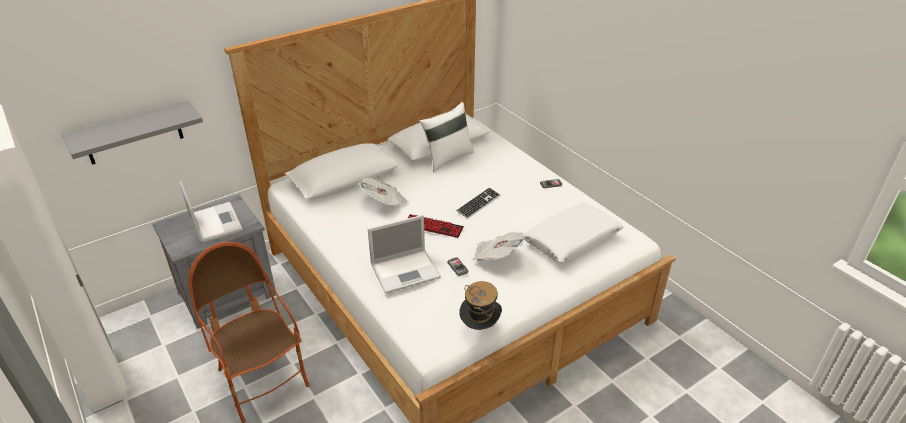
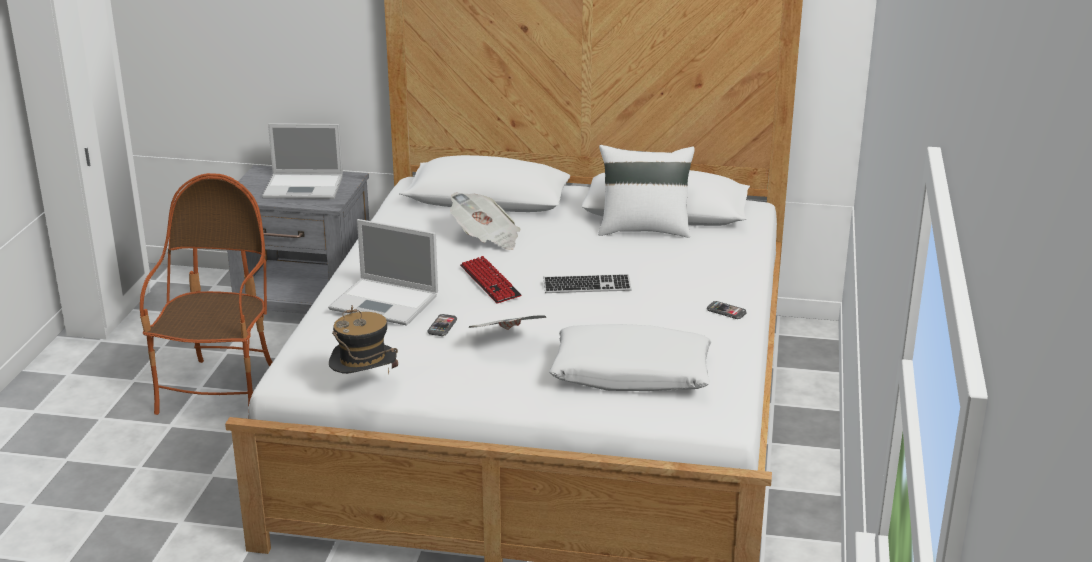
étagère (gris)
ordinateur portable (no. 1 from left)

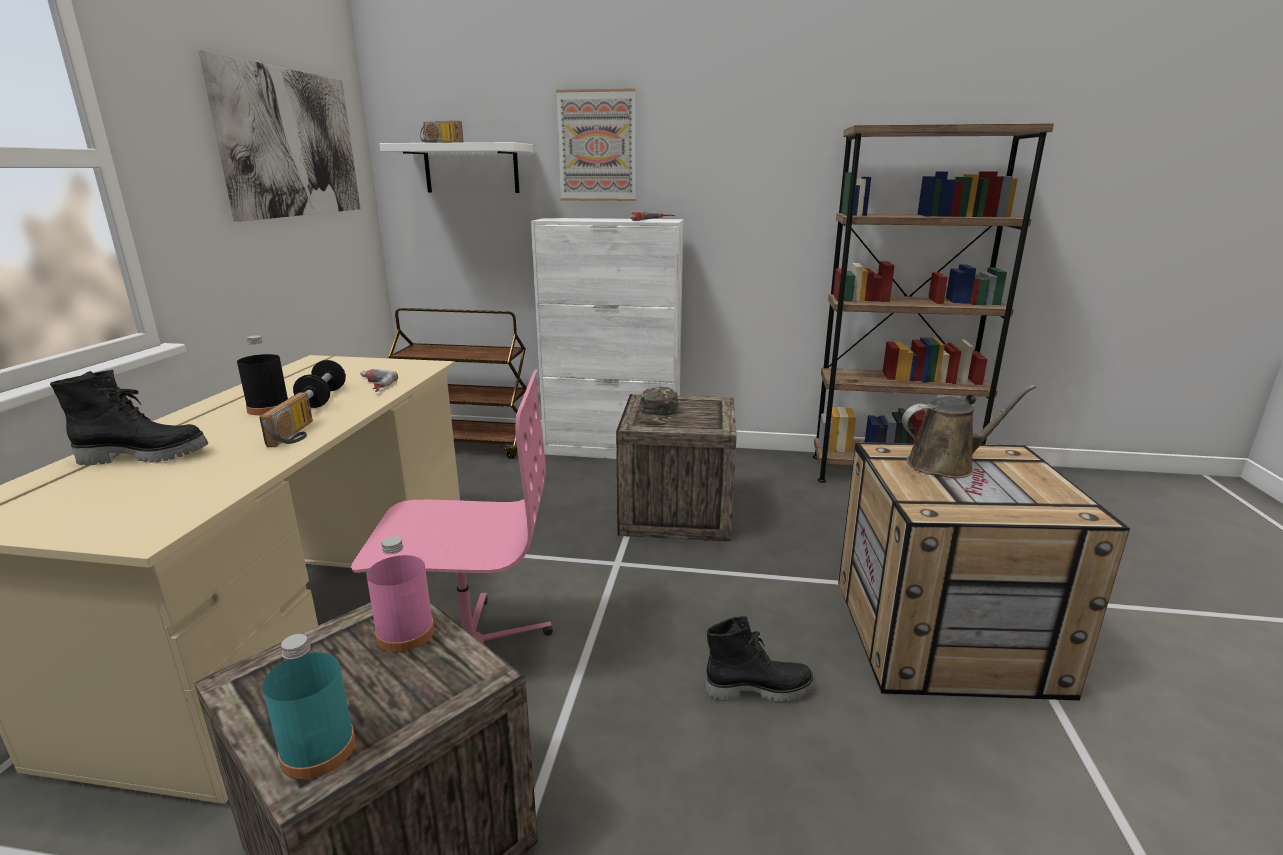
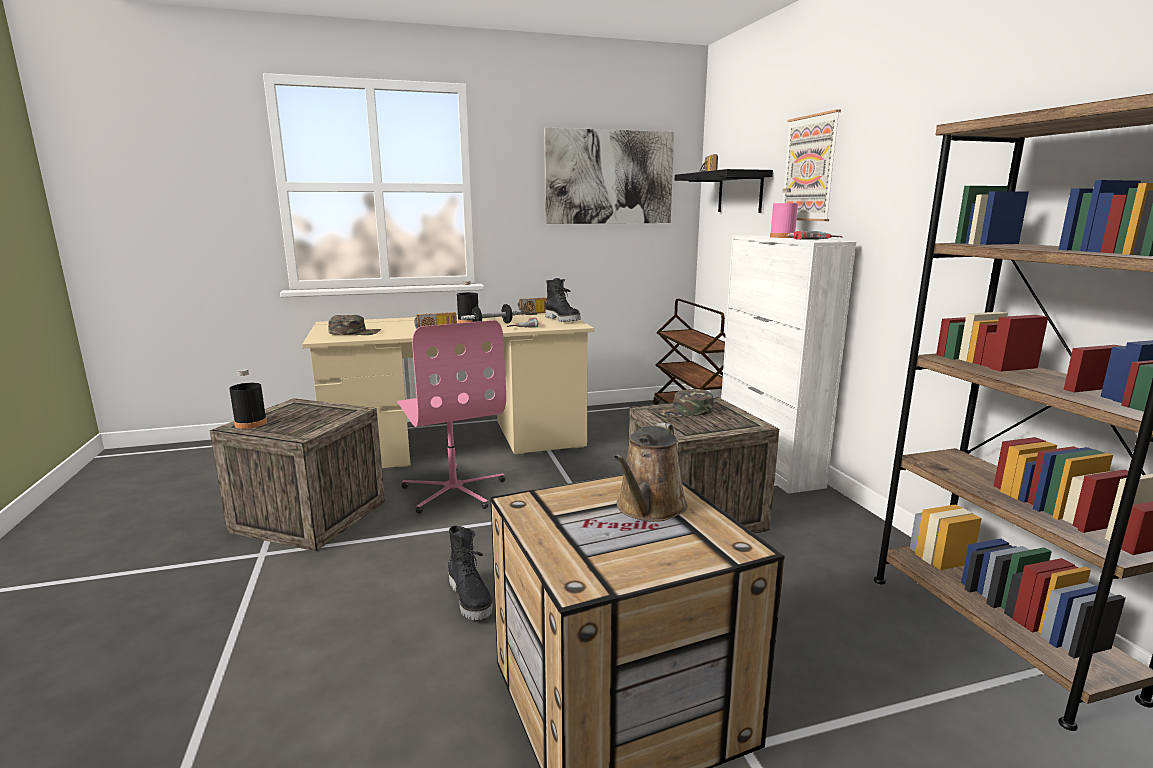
casquette (vert) (no. 1 from left)
radio (no. 2 from left)
botte (noir) (no. 2 from left)
bouteille (rose)
bouteille (noir) (no. 1 from left)
étagère (noir)
arrosoir (marron)

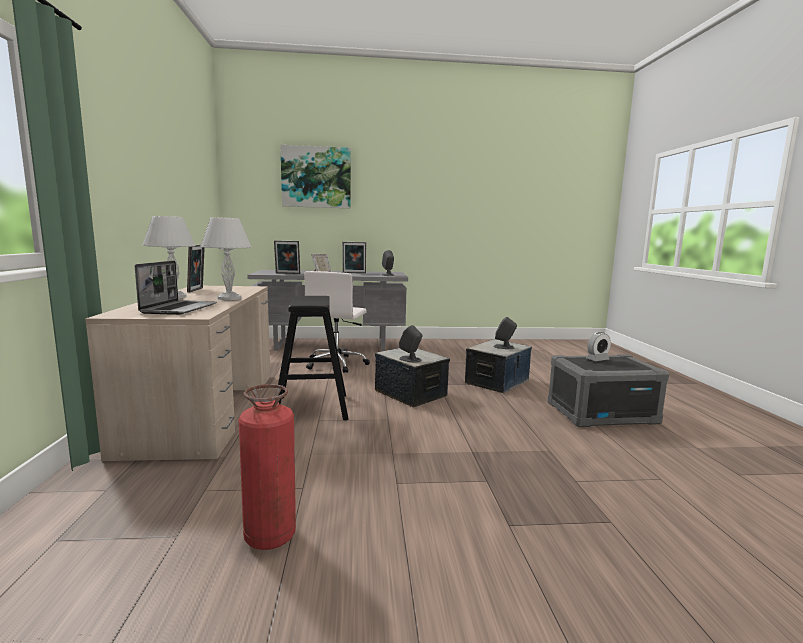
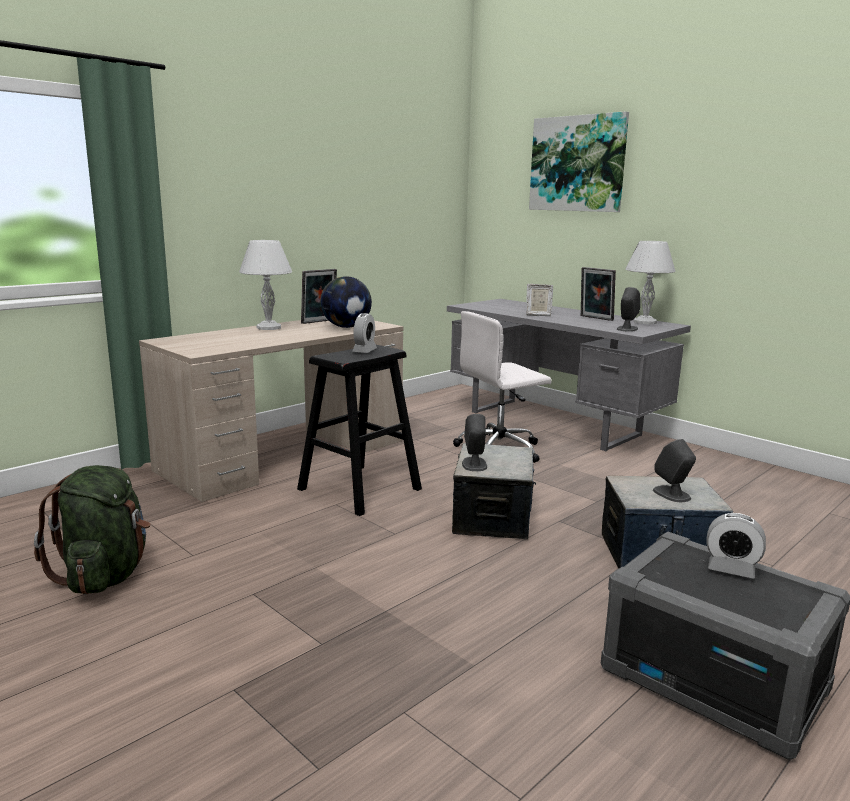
ordinateur portable
cadre photo (no. 2 from left in the first image)
globe
réveil (no. 1 from left)
lampe de table (blanc) (no. 2 from left)
sac à dos (vert)

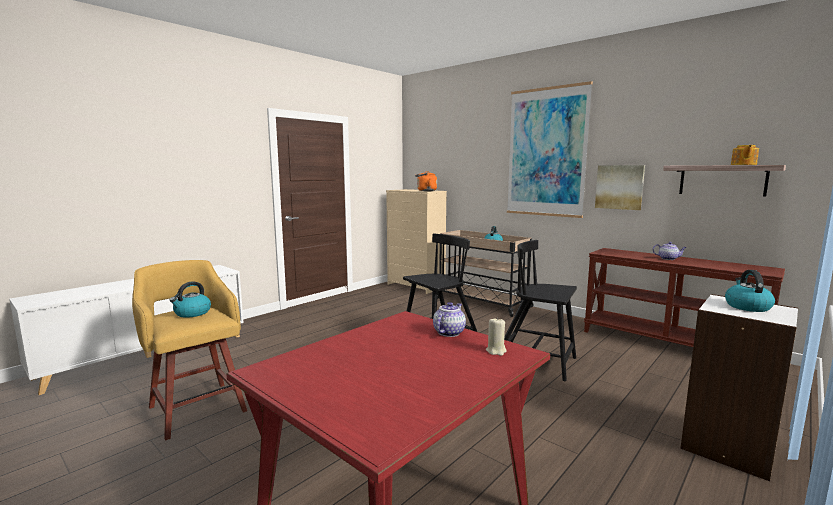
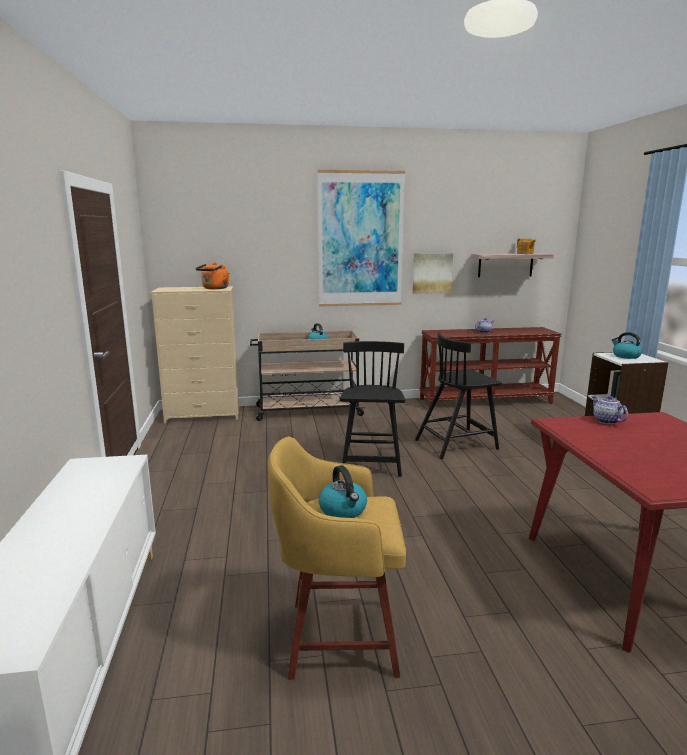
bougie (beige)

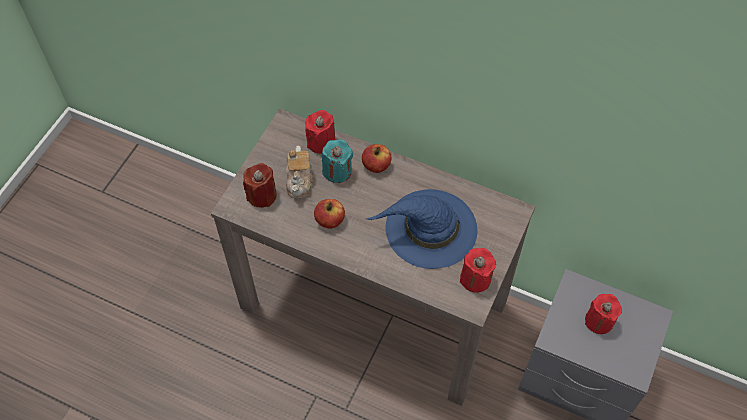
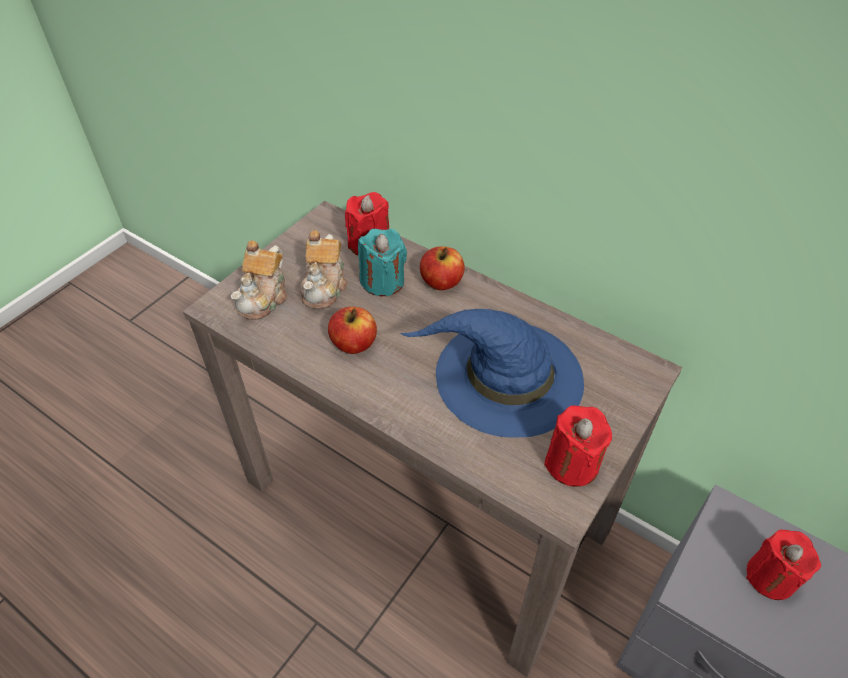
théière (no. 1 from left)

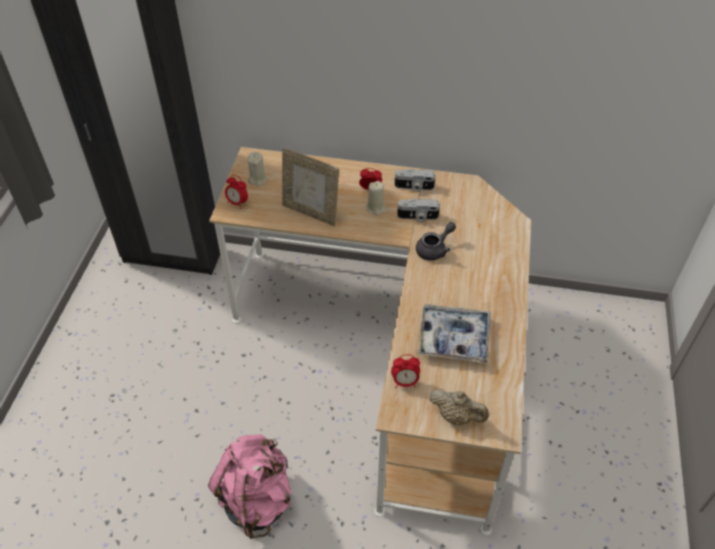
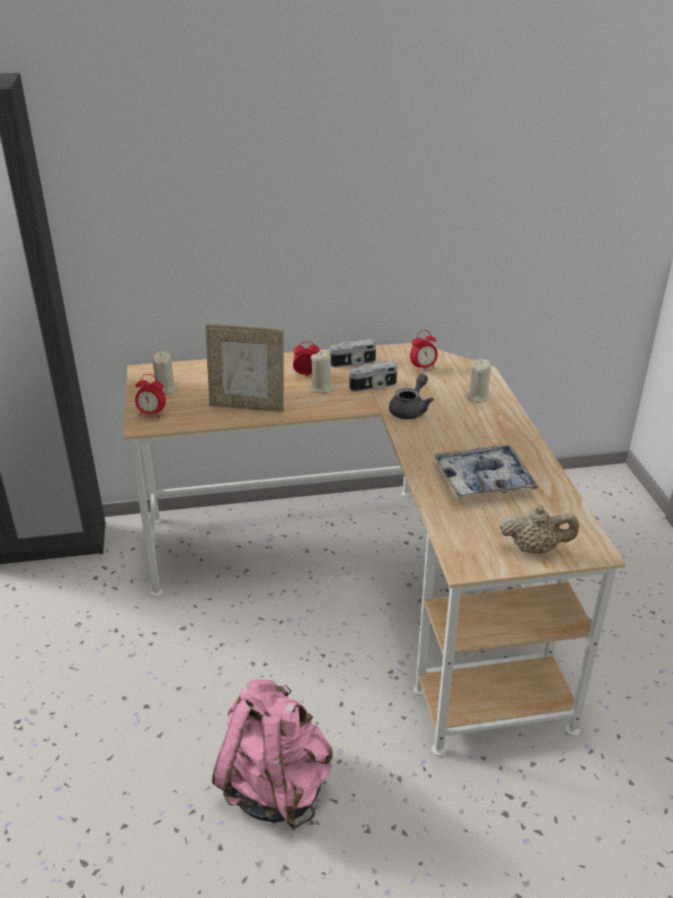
bougie (beige) (no. 3 from left)
réveil (no. 3 from left)

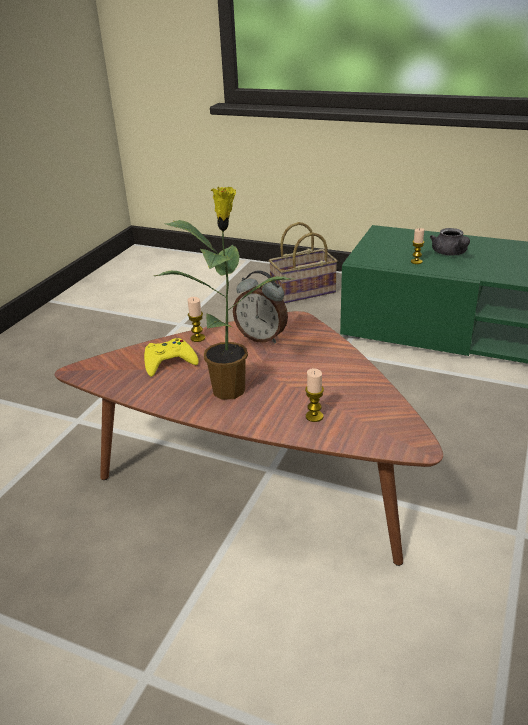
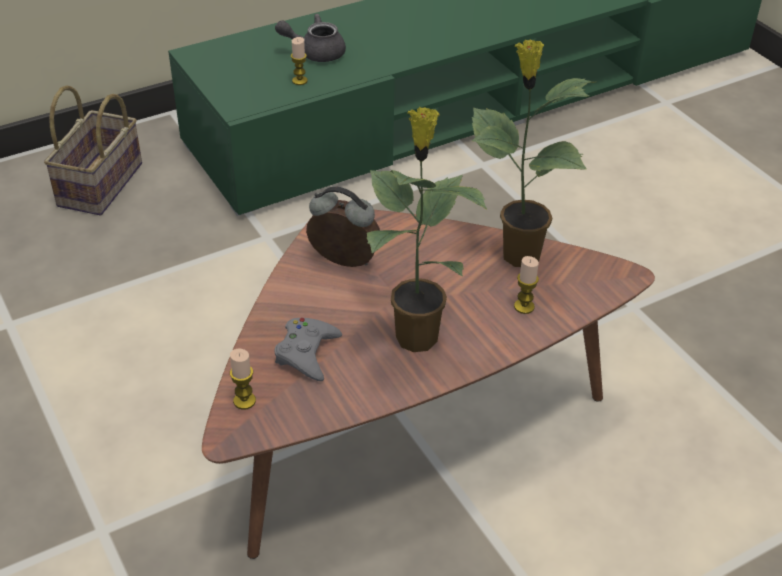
plante en pot (no. 2 from left)
bougie (no. 1 from left)
manette (gris)
réveil
théière (gris)

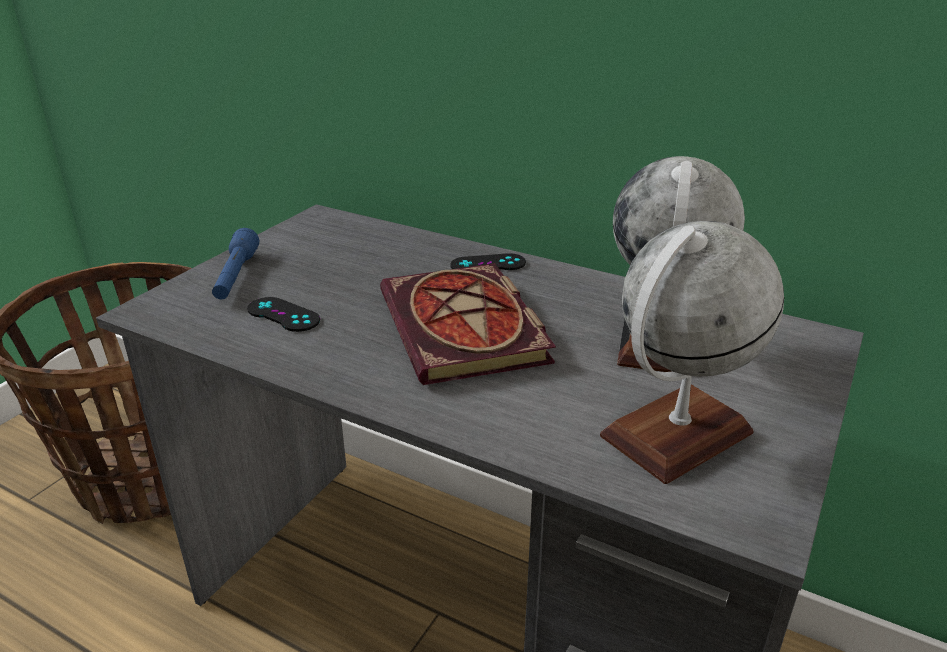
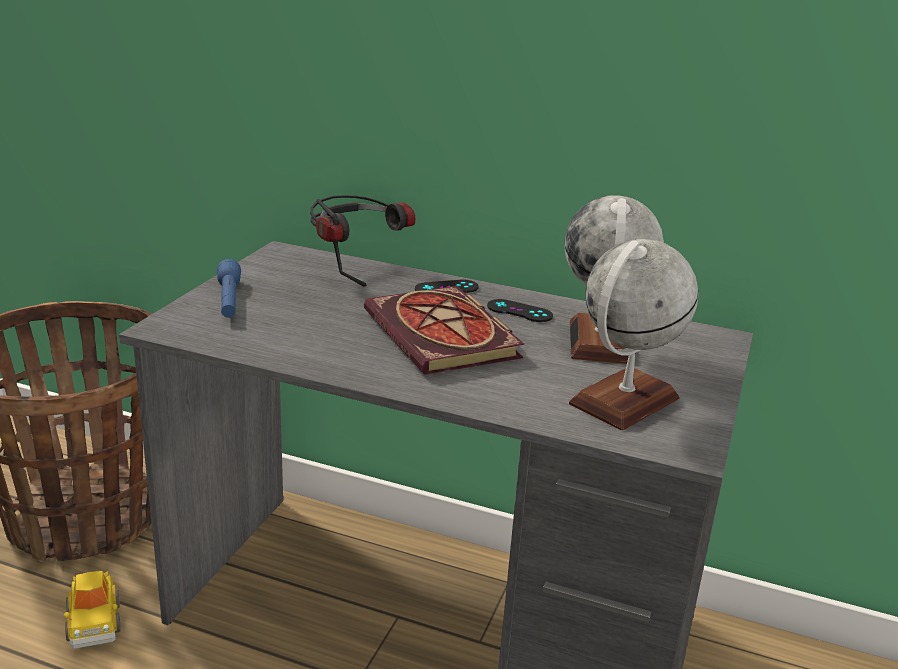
petite voiture
casque audio
manette (noir) (no. 2 from left)

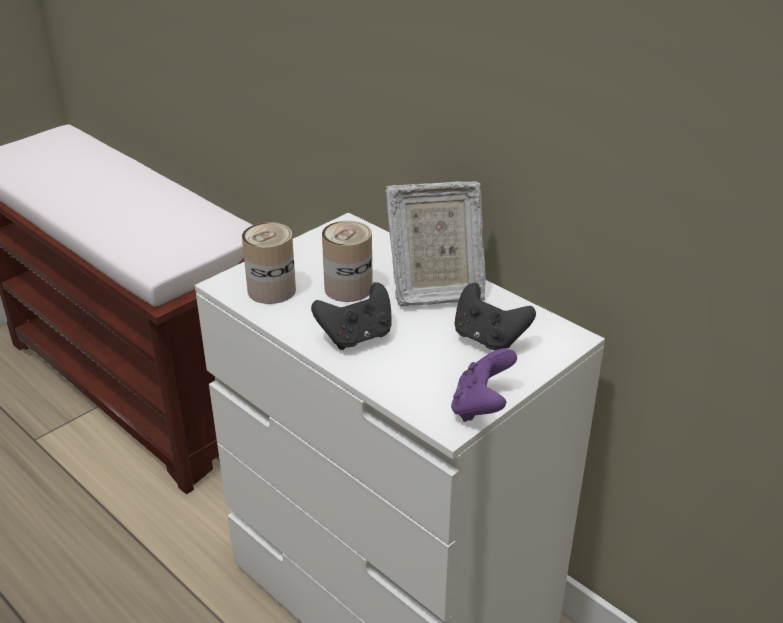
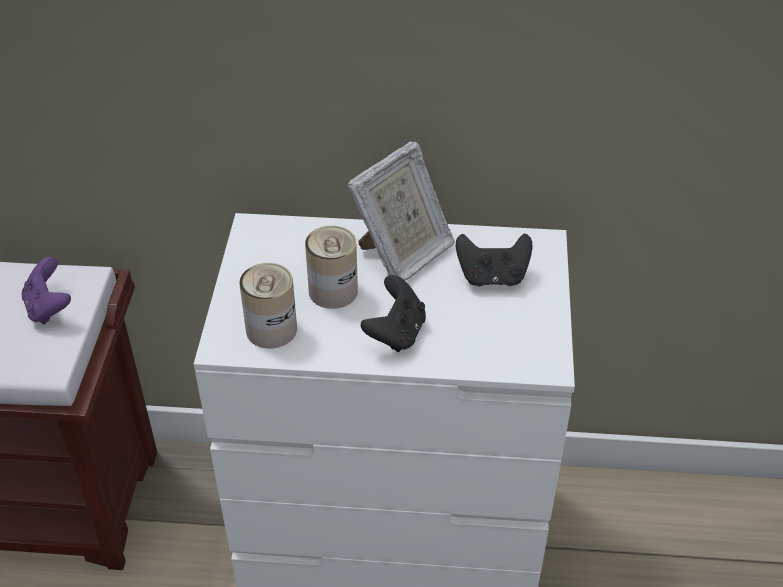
manette (violet)

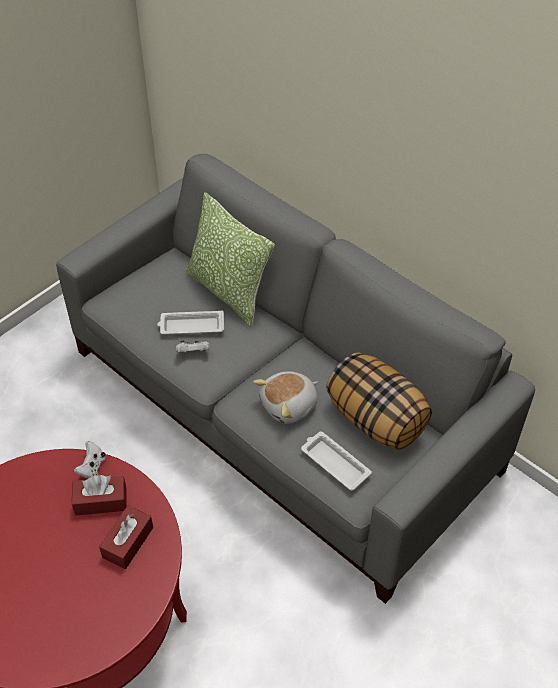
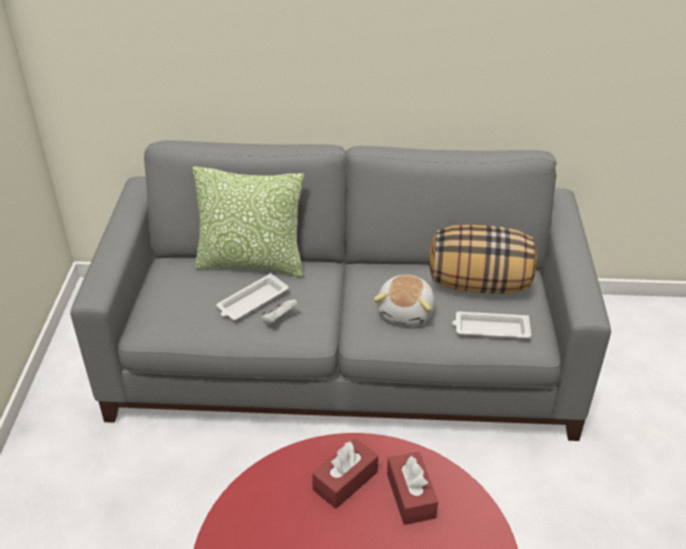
manette (blanc) (no. 1 from left in the first image)

